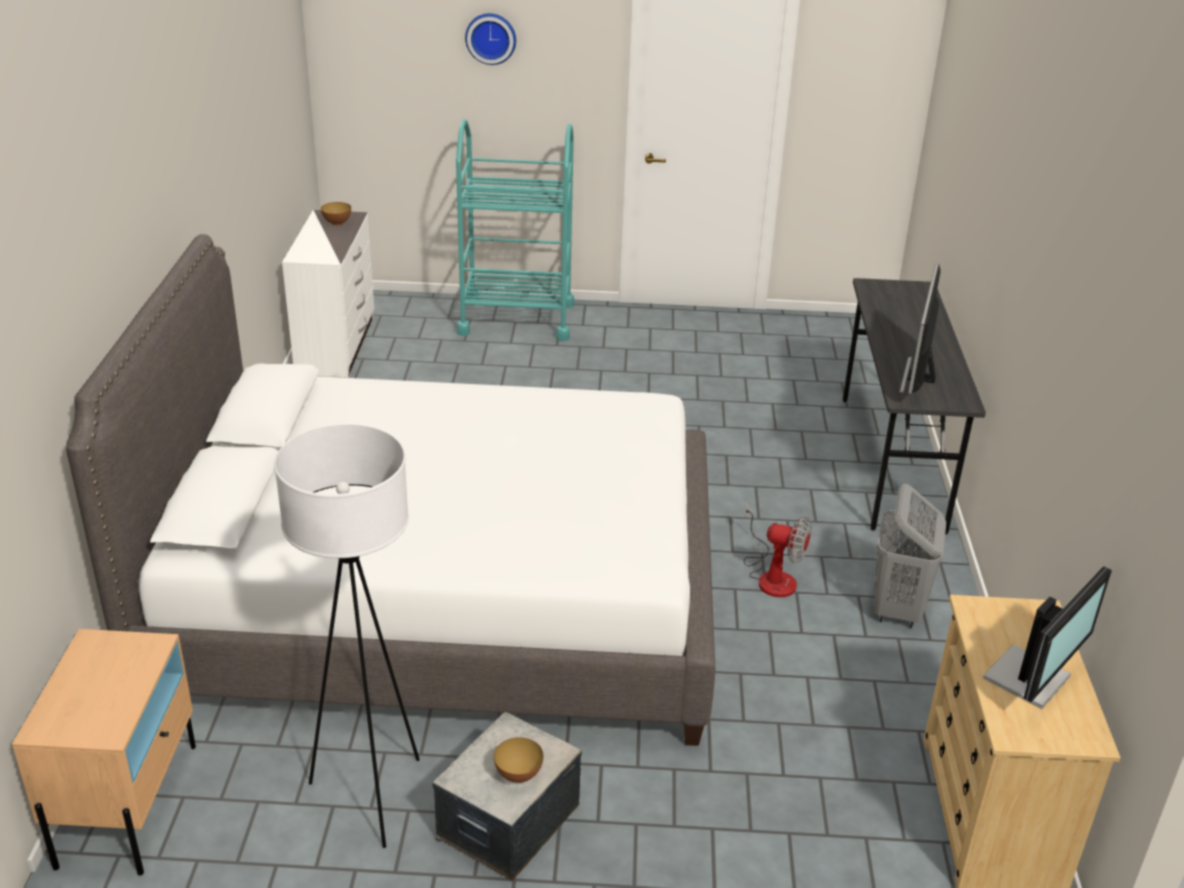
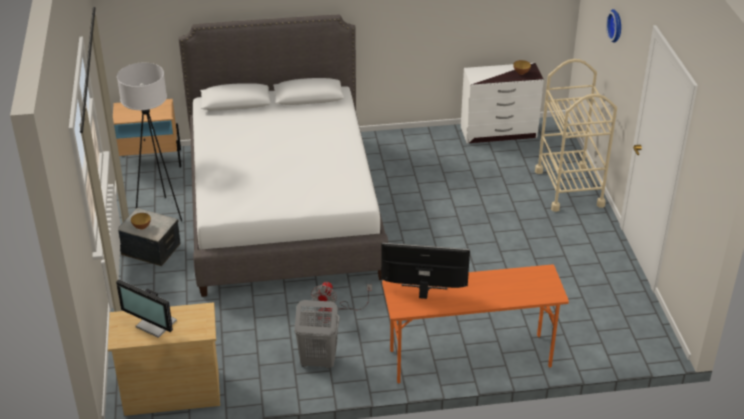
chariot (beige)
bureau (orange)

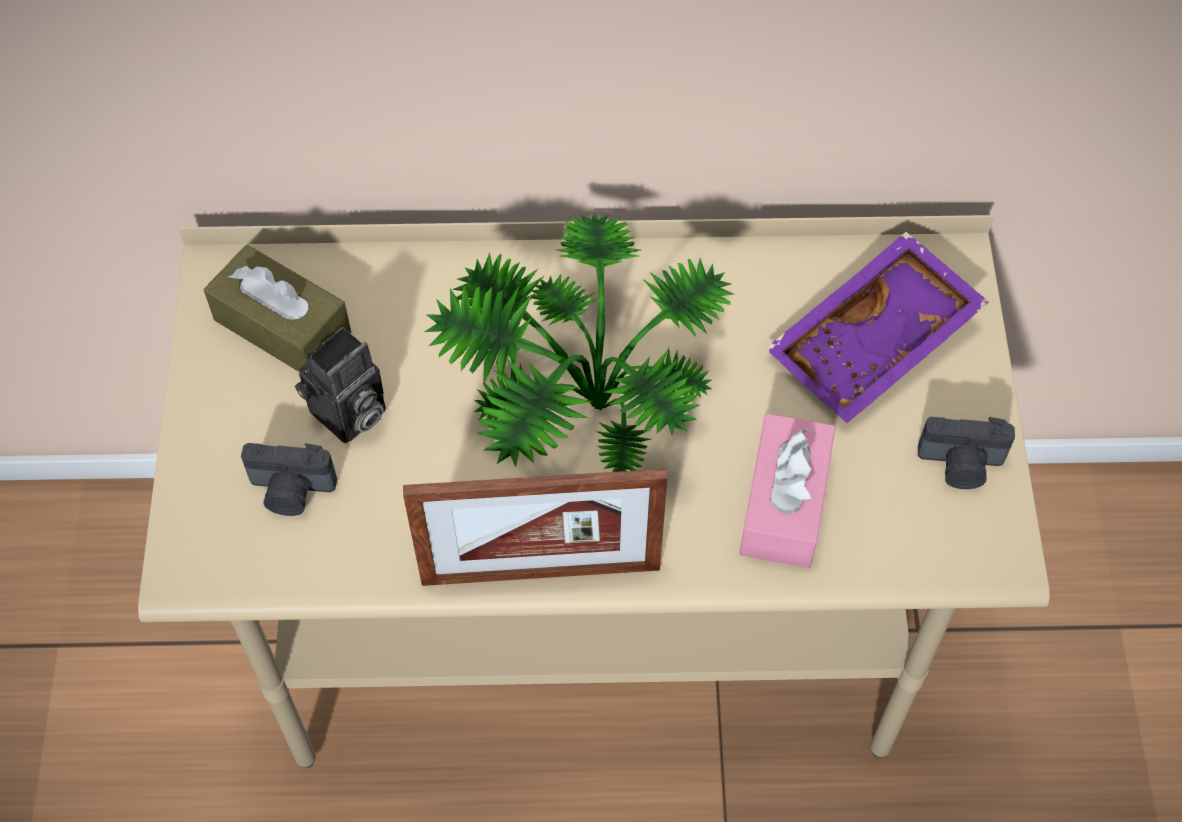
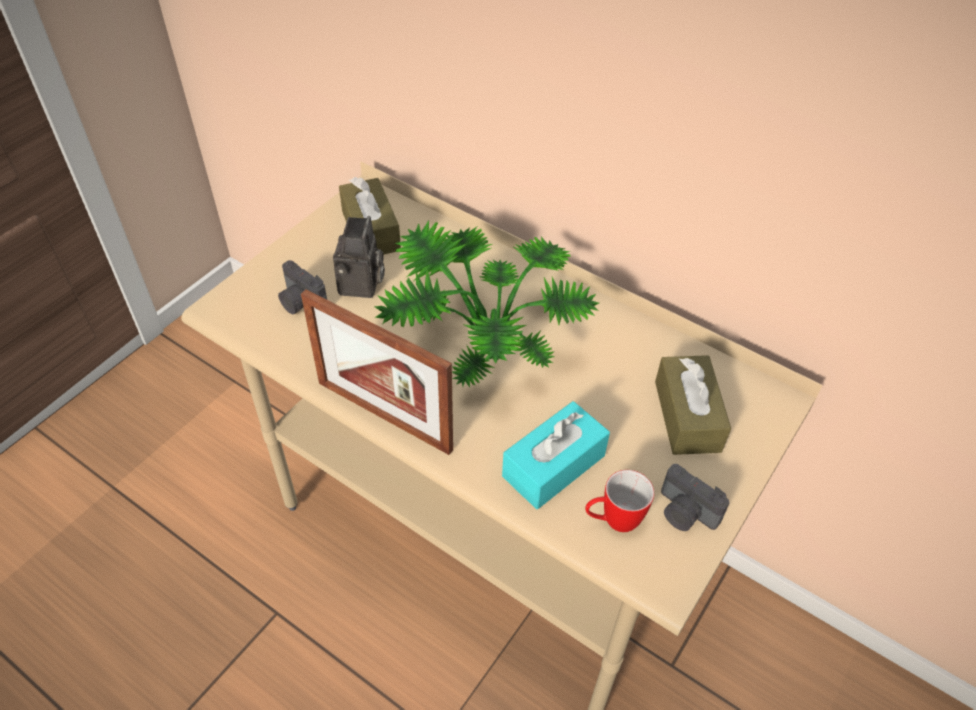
mug
boîte à mouchoirs (marron) (no. 2 from left)
boîte à mouchoirs (turquoise)
appareil photo (no. 2 from left)

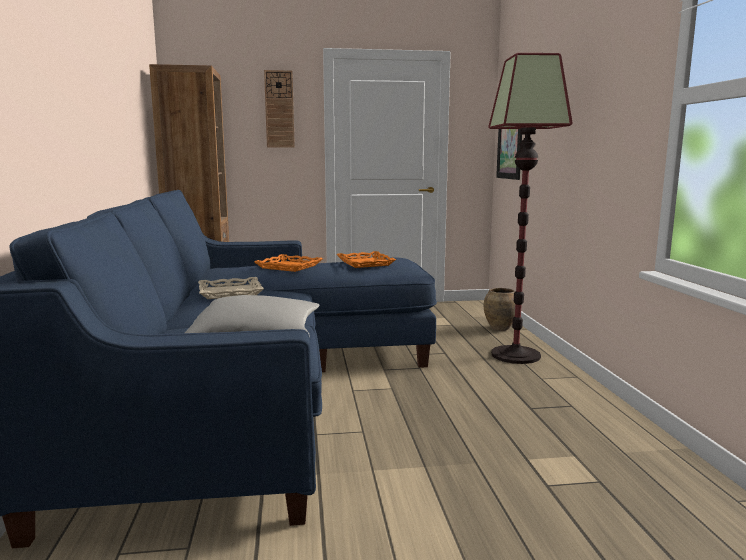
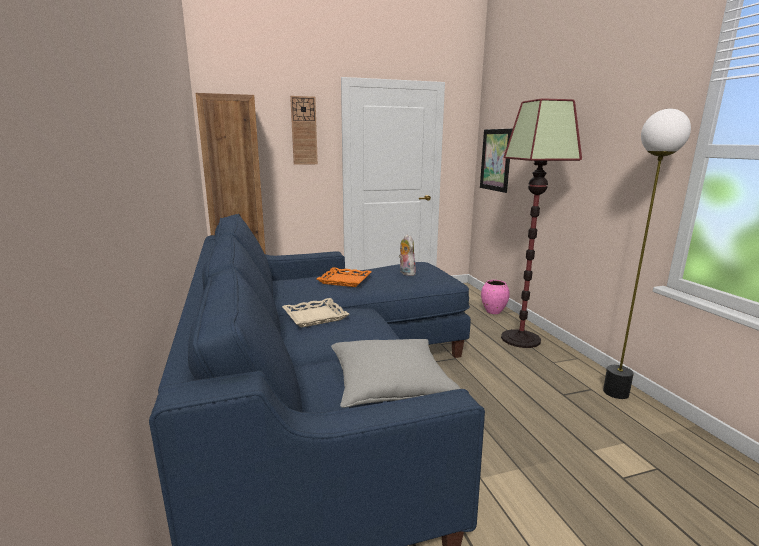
lampadaire (no. 2 from left)
peluche
vase (rose)

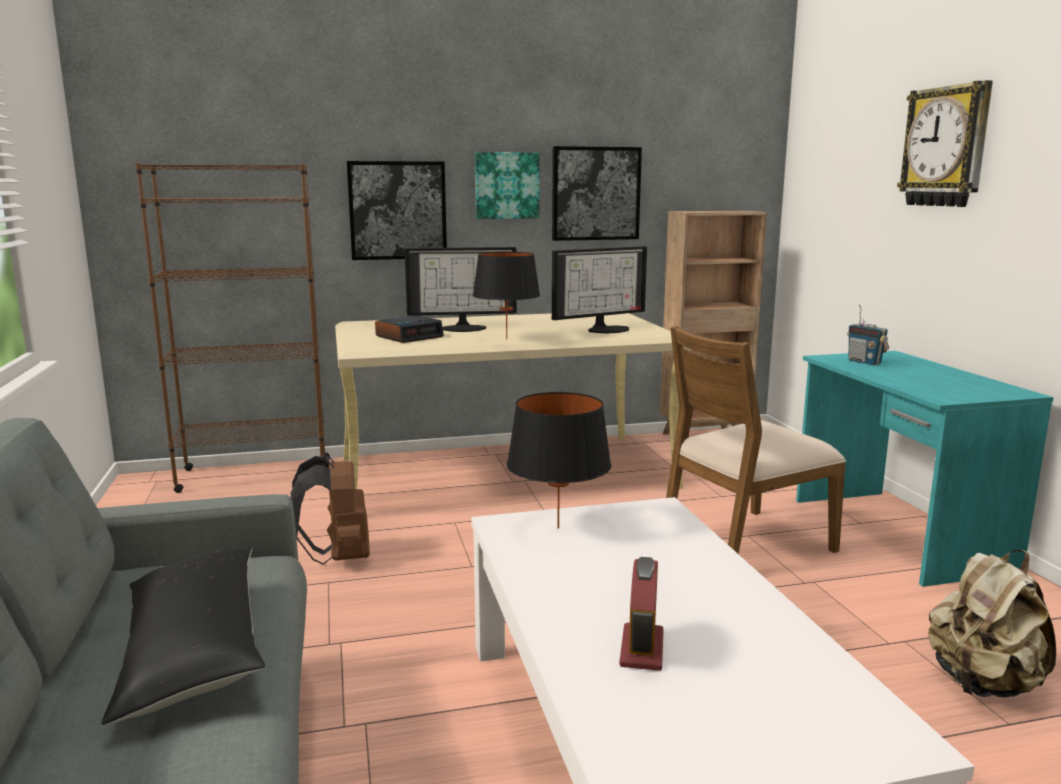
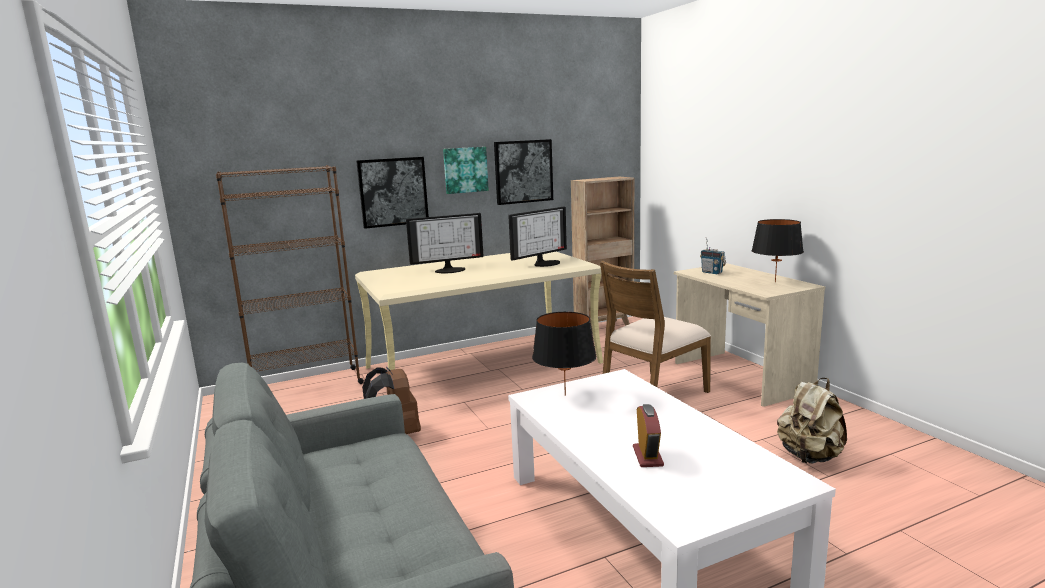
coussin (noir)
réveil (no. 1 from left in the first image)
horloge murale
lampe de table (noir) (no. 2 from left)
bureau (beige) (no. 2 from left)

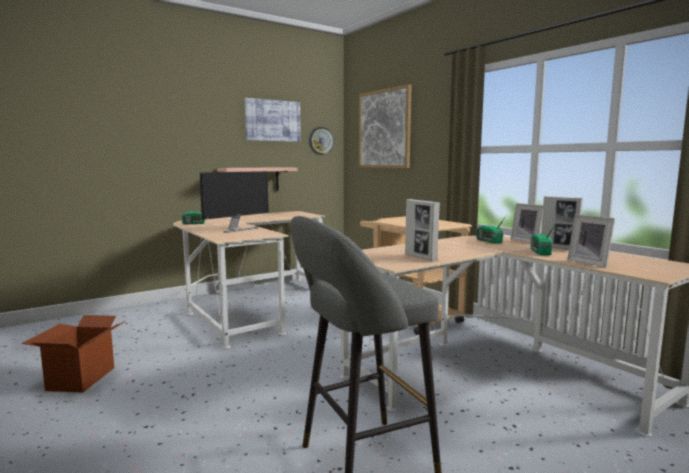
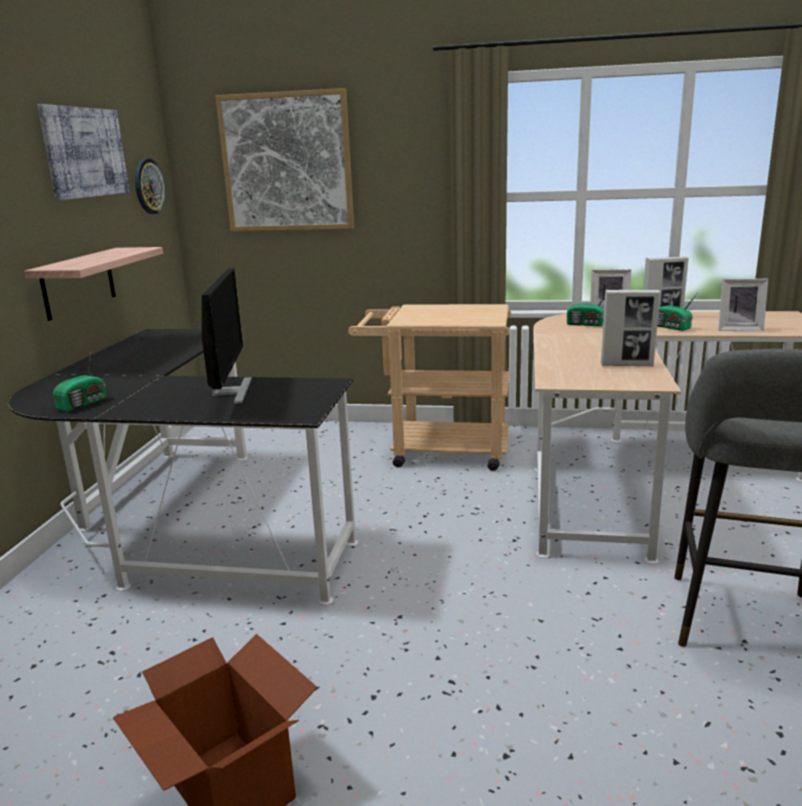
bureau (noir)

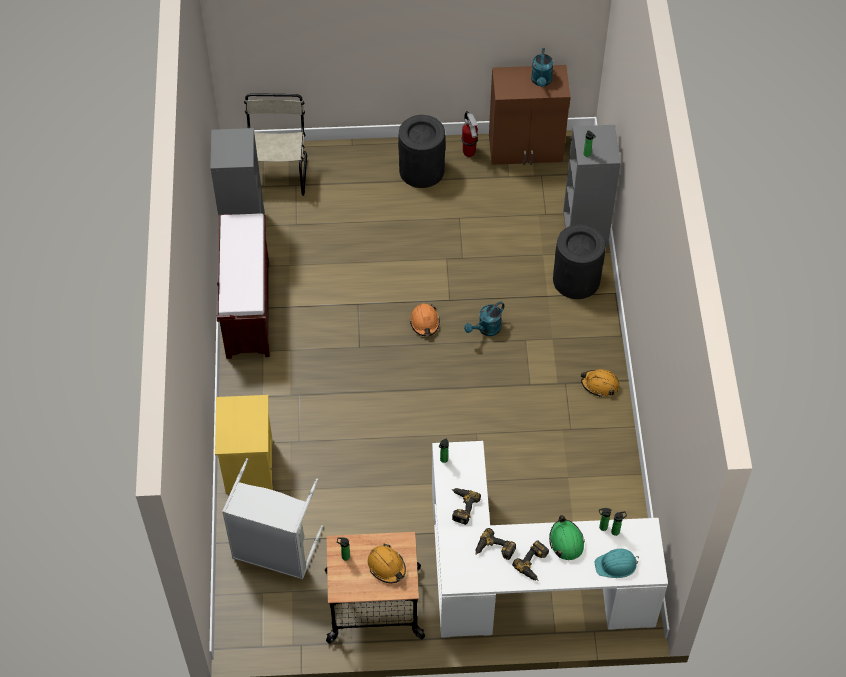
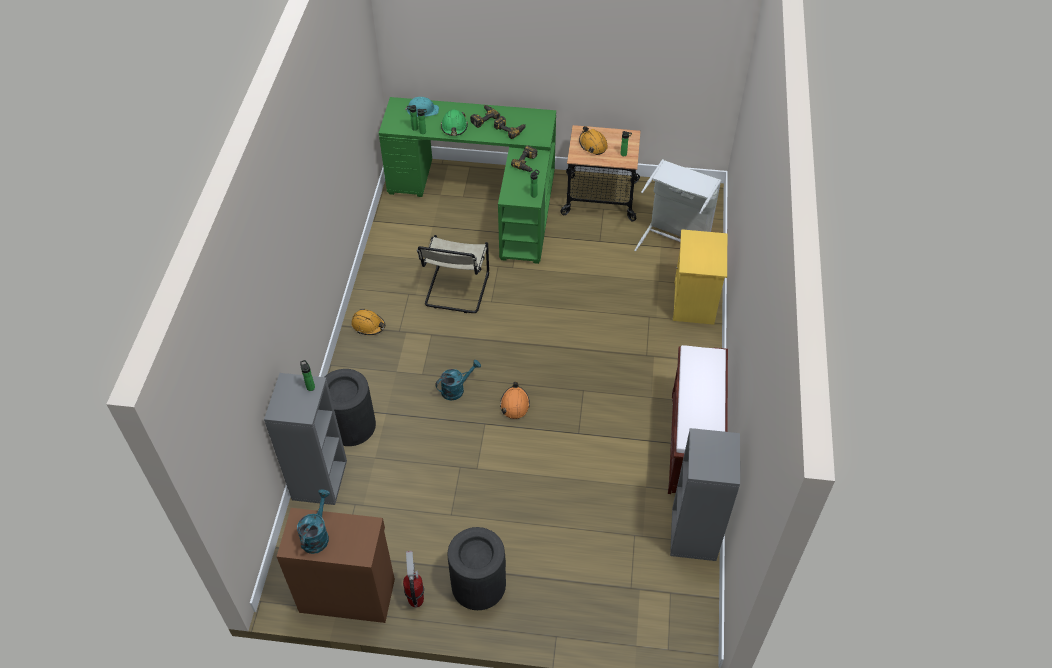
chaise (beige)
bureau (vert)

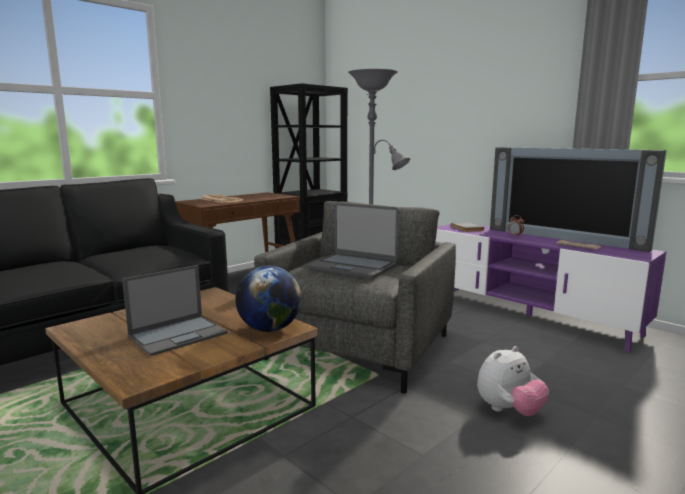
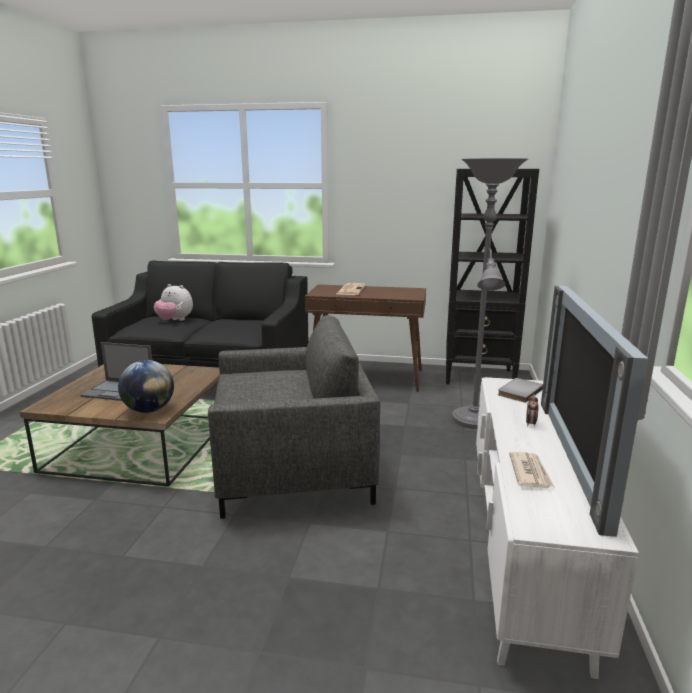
ordinateur portable (no. 2 from left in the first image)
peluche
meuble télé (blanc)

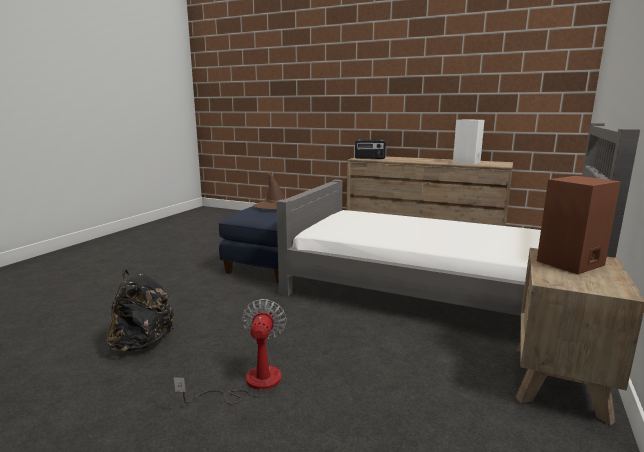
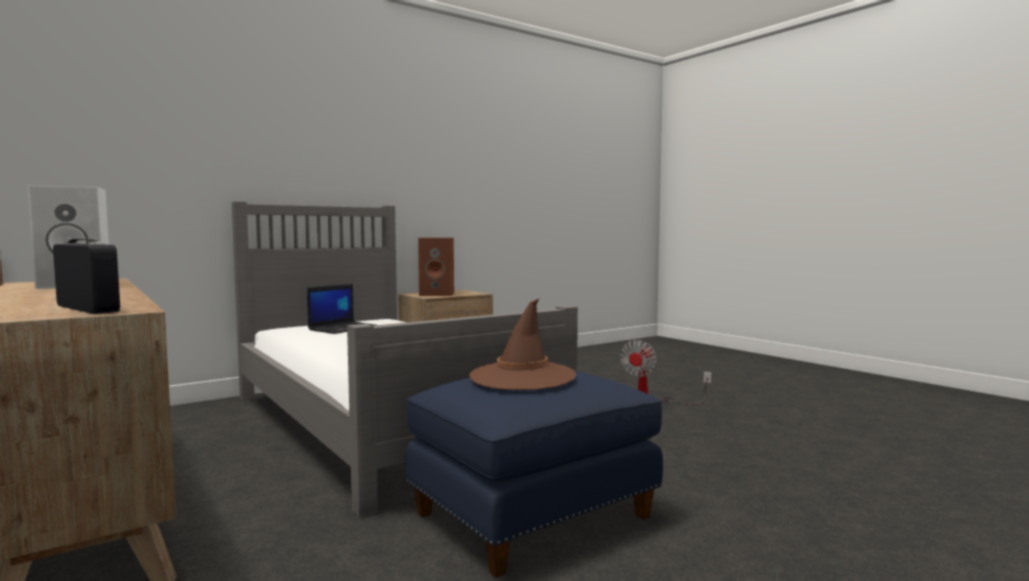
sac à dos (noir)
ordinateur portable

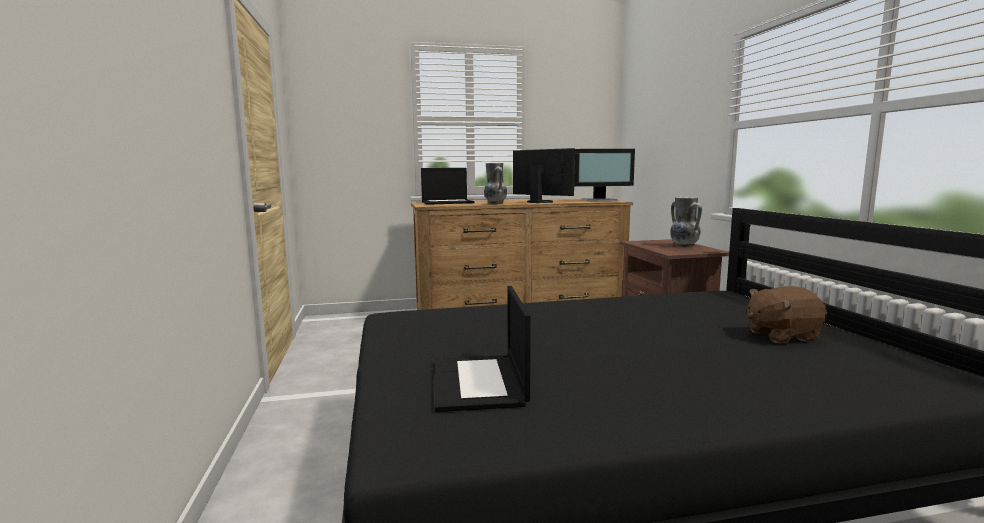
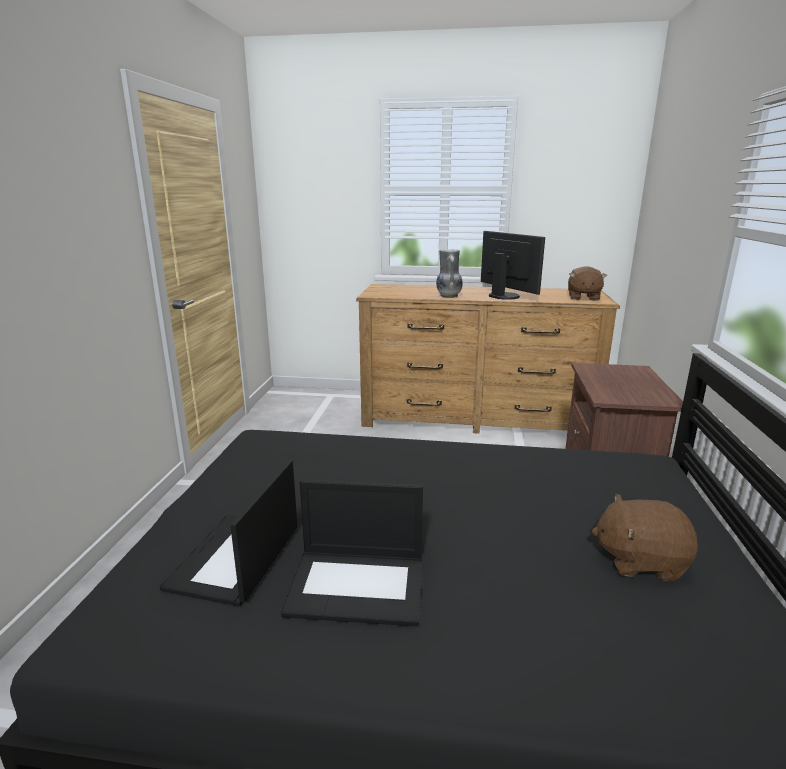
vase (no. 2 from left in the first image)
ordinateur portable (no. 2 from left)
peluche (marron) (no. 1 from left)

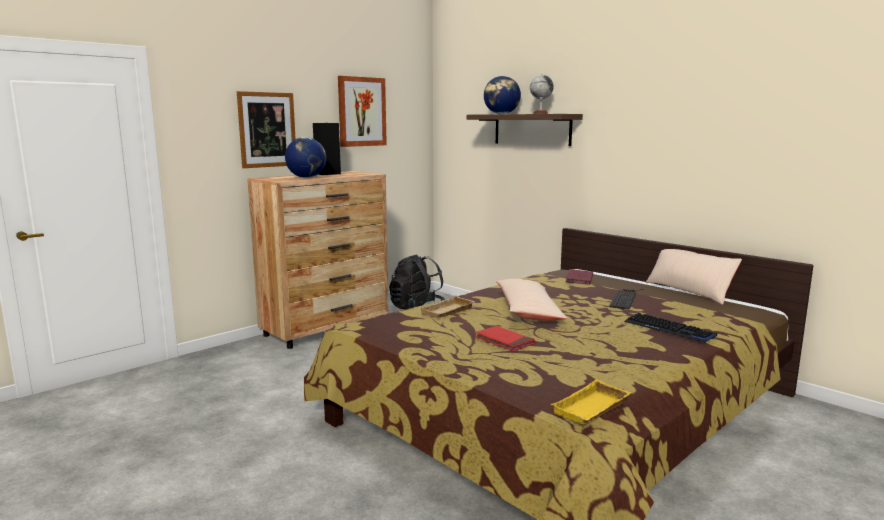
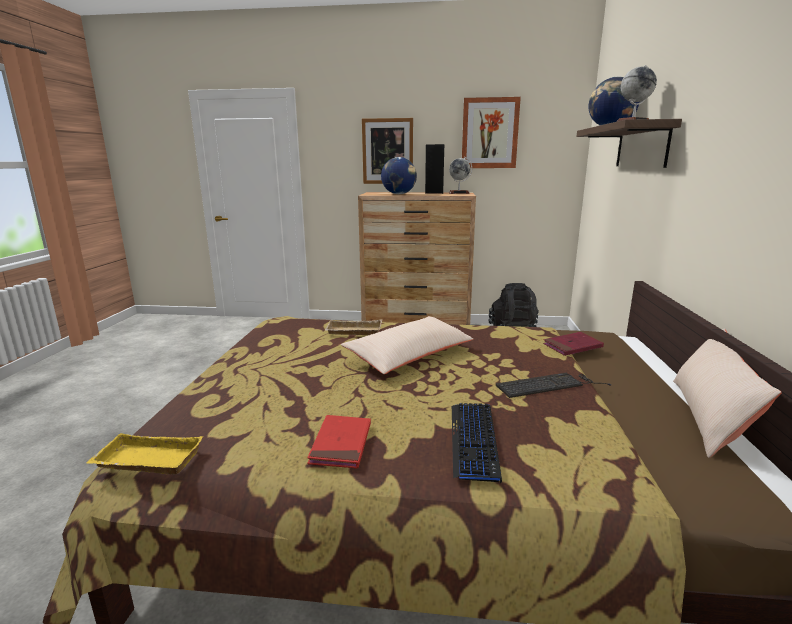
globe (no. 2 from left)
livre (rouge) (no. 1 from left)

